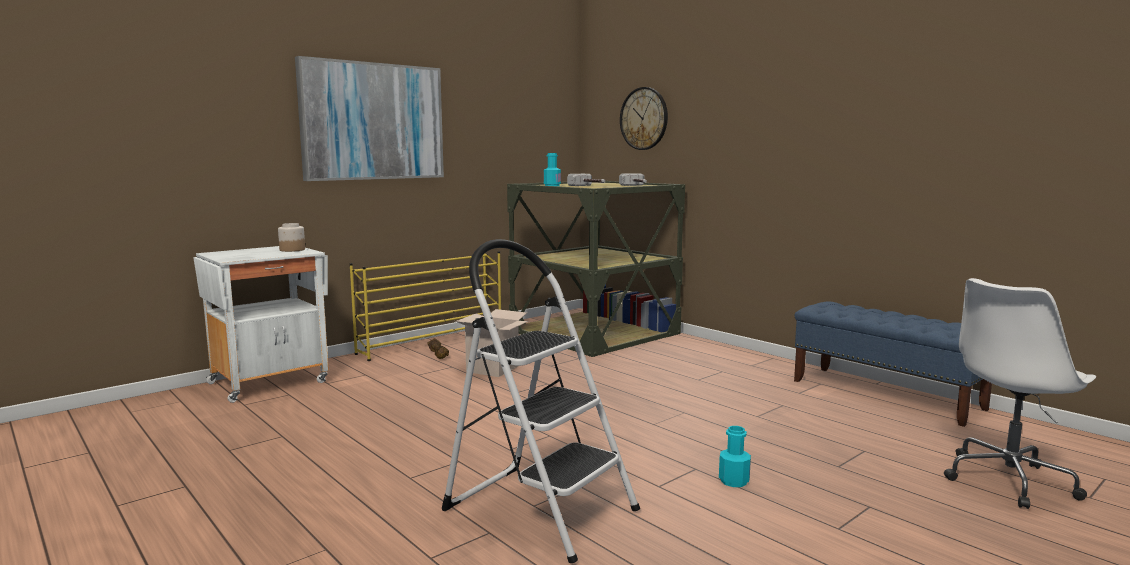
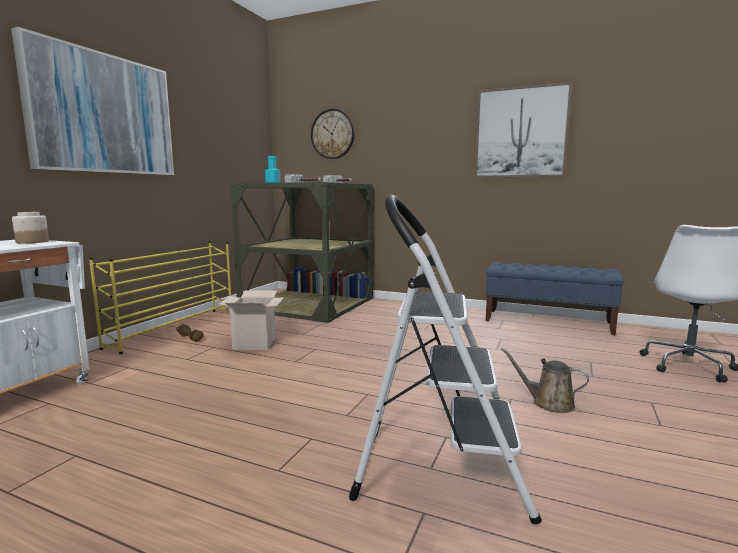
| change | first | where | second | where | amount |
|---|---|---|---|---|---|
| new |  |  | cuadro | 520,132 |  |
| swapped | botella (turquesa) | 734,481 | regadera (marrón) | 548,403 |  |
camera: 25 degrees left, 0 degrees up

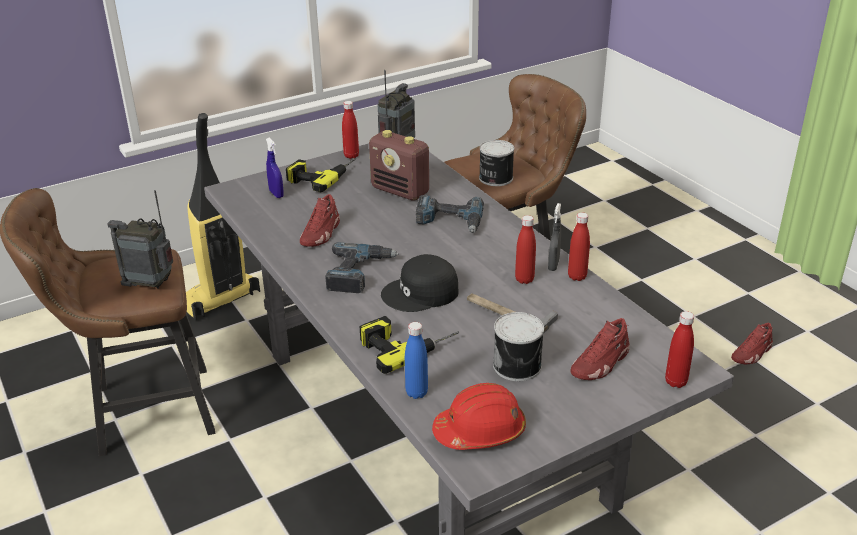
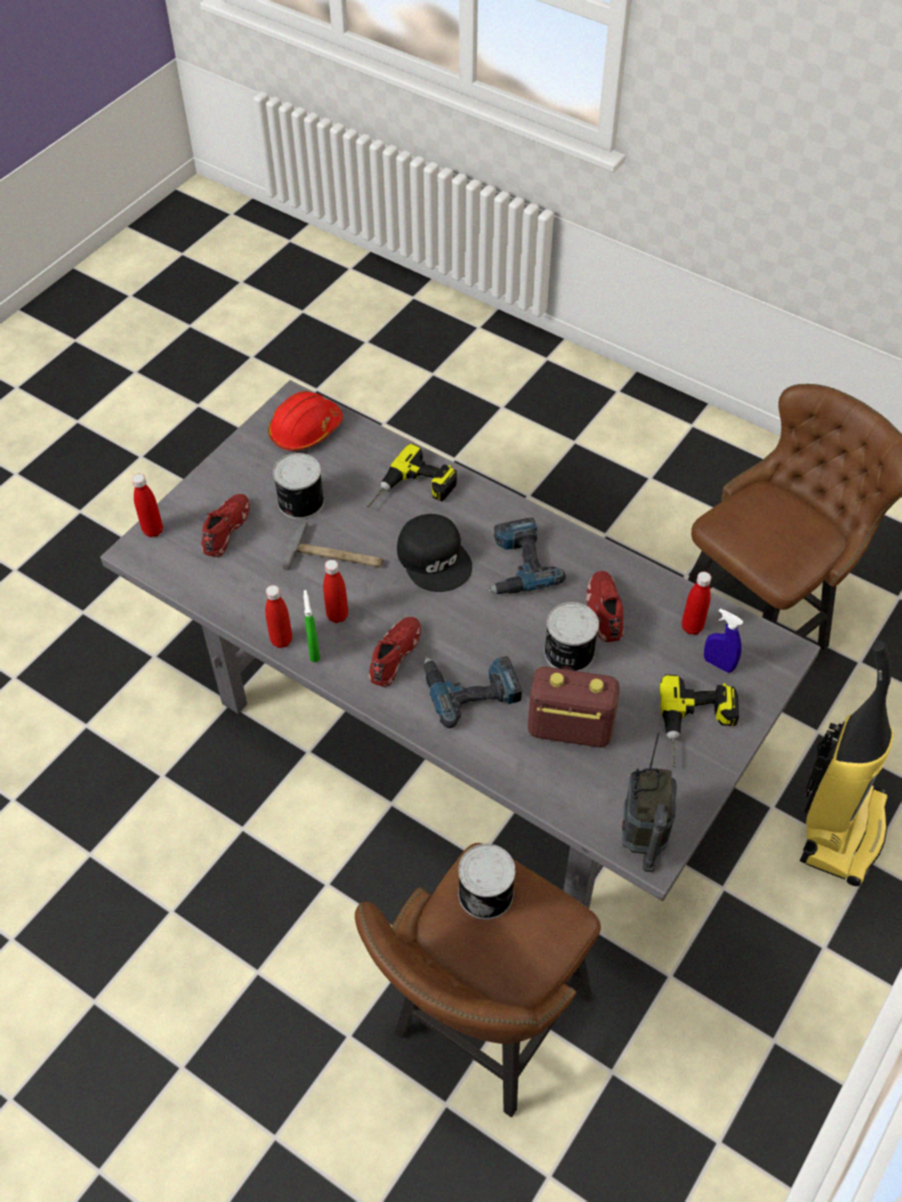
| change | first | where | second | where | amount |
|---|---|---|---|---|---|
| repainted | pulverizador (gris) | 553,265 | pulverizador (verde) | 314,650 |  |
| shifted | zapato (rojo) | 752,353 |  | 394,654 |  |
| rotated | gorra (negro) | 421,293 |  | 435,558 | 105 degrees clockwise |
| new |  |  | lata | 568,653 |  |
| shifted | botella (rojo) | 351,156 |  | 692,627 |  |
| gone | radio | 151,284 |  |  |  |
| gone | botella (azul) | 416,393 |  |  |  |
camera: 155 degrees right, 20 degrees up

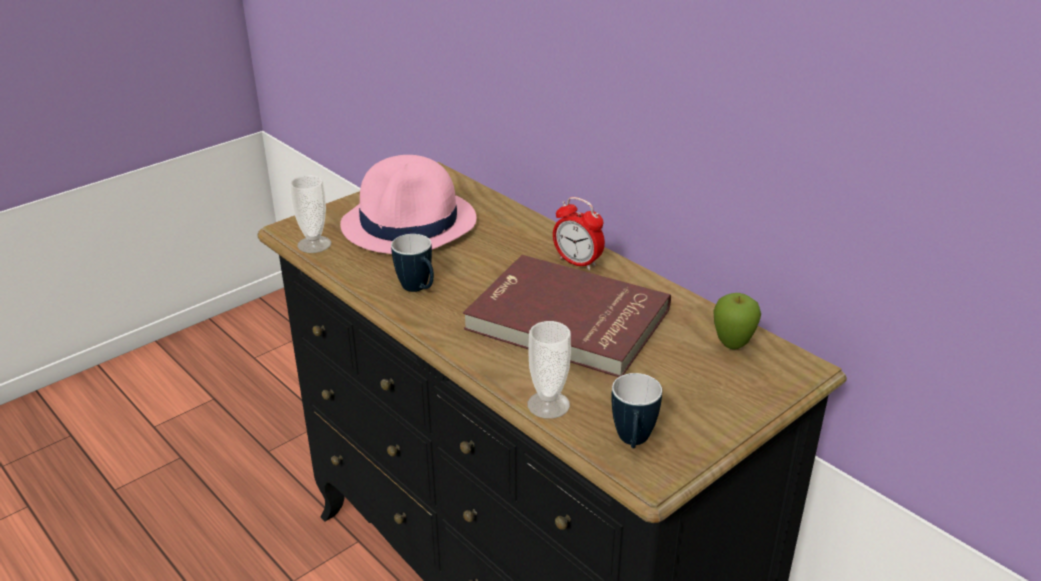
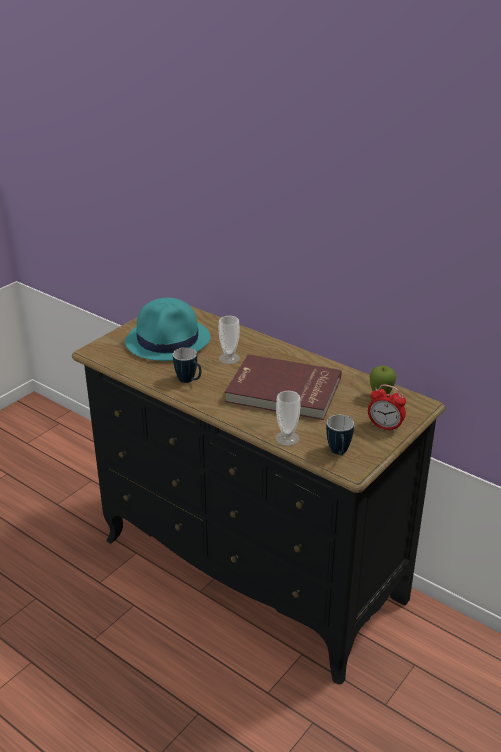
| change | first | where | second | where | amount |
|---|---|---|---|---|---|
| repainted | sombrero (rosa) | 410,223 | sombrero (turquesa) | 168,340 |  |
| shifted | taza | 314,244 |  | 229,358 |  |
| shifted | despertador | 577,262 |  | 385,427 |  |
camera: 10 degrees left, 0 degrees up

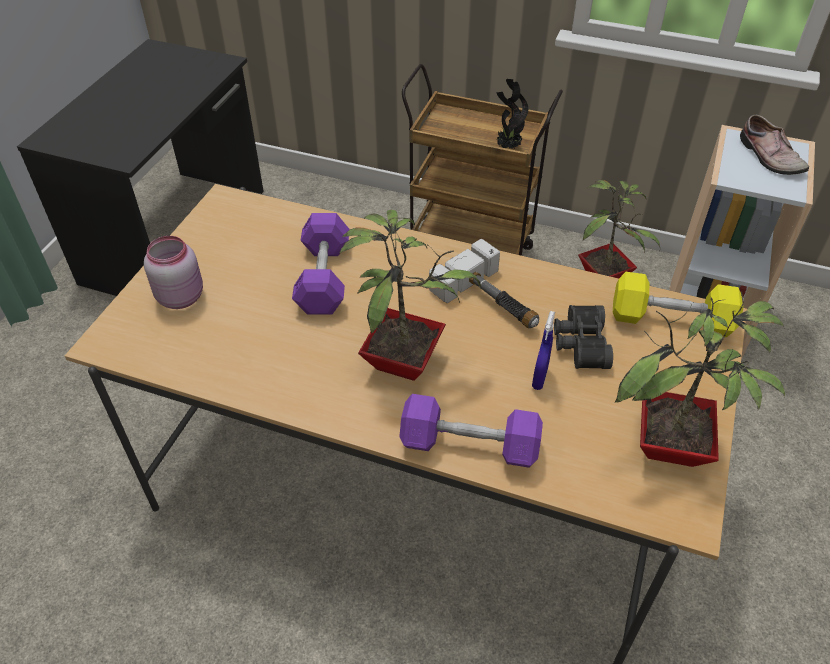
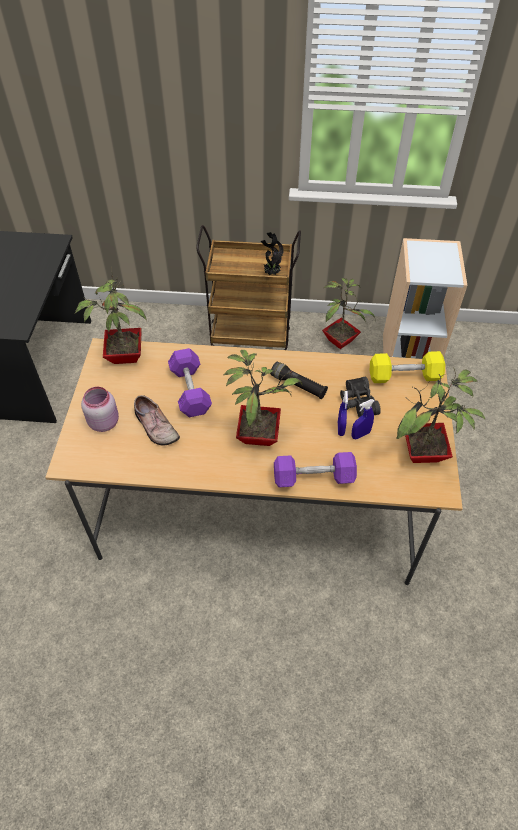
| change | first | where | second | where | amount |
|---|---|---|---|---|---|
| new |  |  | planta en maceta | 123,356 |  |
| shifted | zapato | 768,157 |  | 154,427 |  |
| swapped | martillo | 491,301 | linterna (negro) | 298,385 |  |
| new |  |  | pulverizador (azul) | 360,434 |  |
camera: 15 degrees left, 5 degrees up

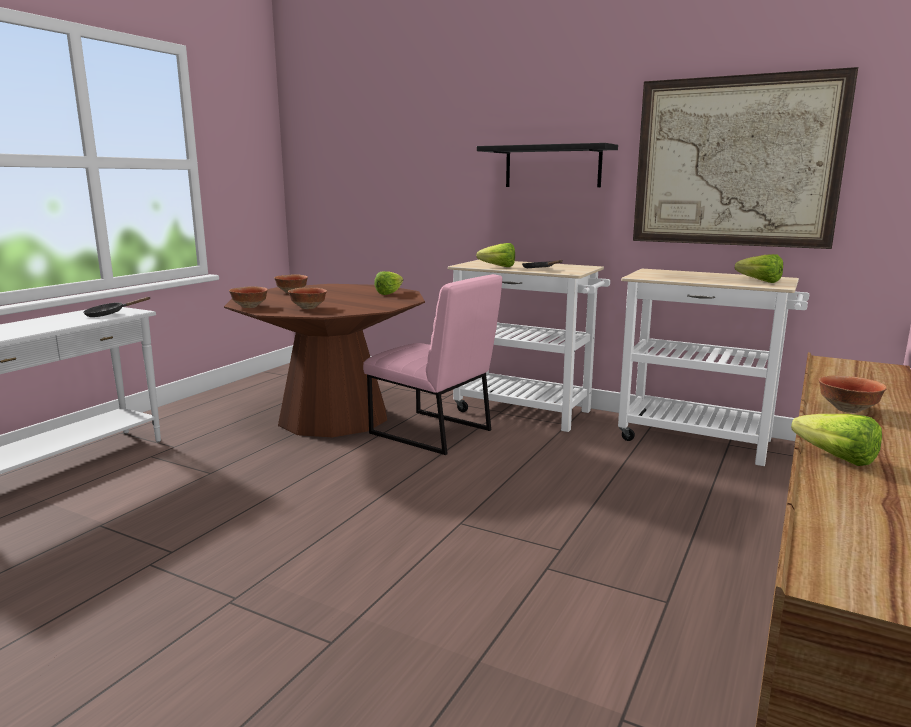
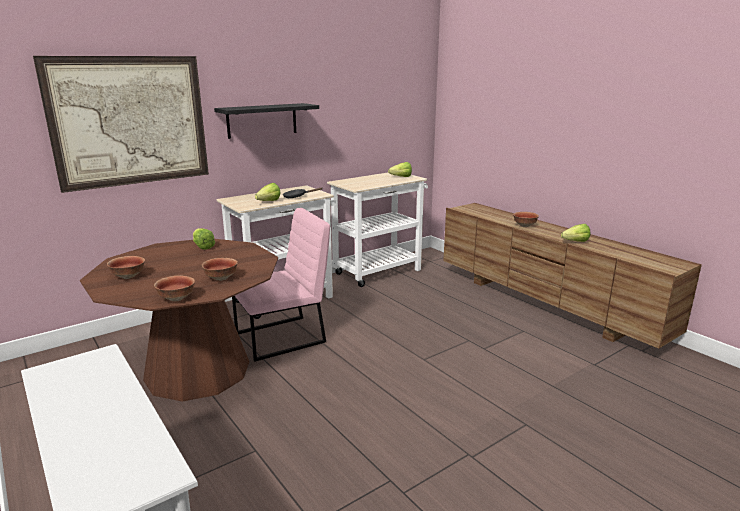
| change | first | where | second | where | amount |
|---|---|---|---|---|---|
| shifted | cuadro | 735,162 |  | 130,121 |  |
| gone | sartén (negro) | 109,314 |  |  |  |
camera: 65 degrees left, 5 degrees up

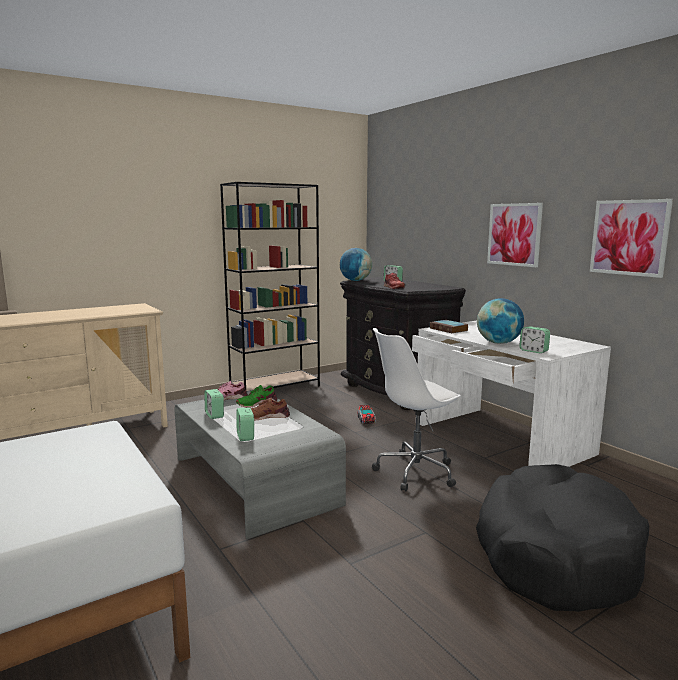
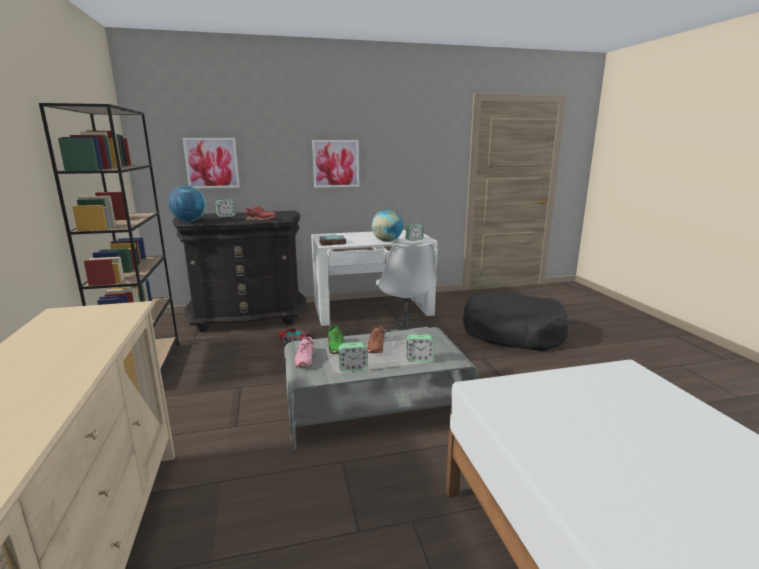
| change | first | where | second | where | amount |
|---|---|---|---|---|---|
| shifted | cuadro | 629,237 |  | 212,163 |  |
camera: 70 degrees left, 5 degrees up

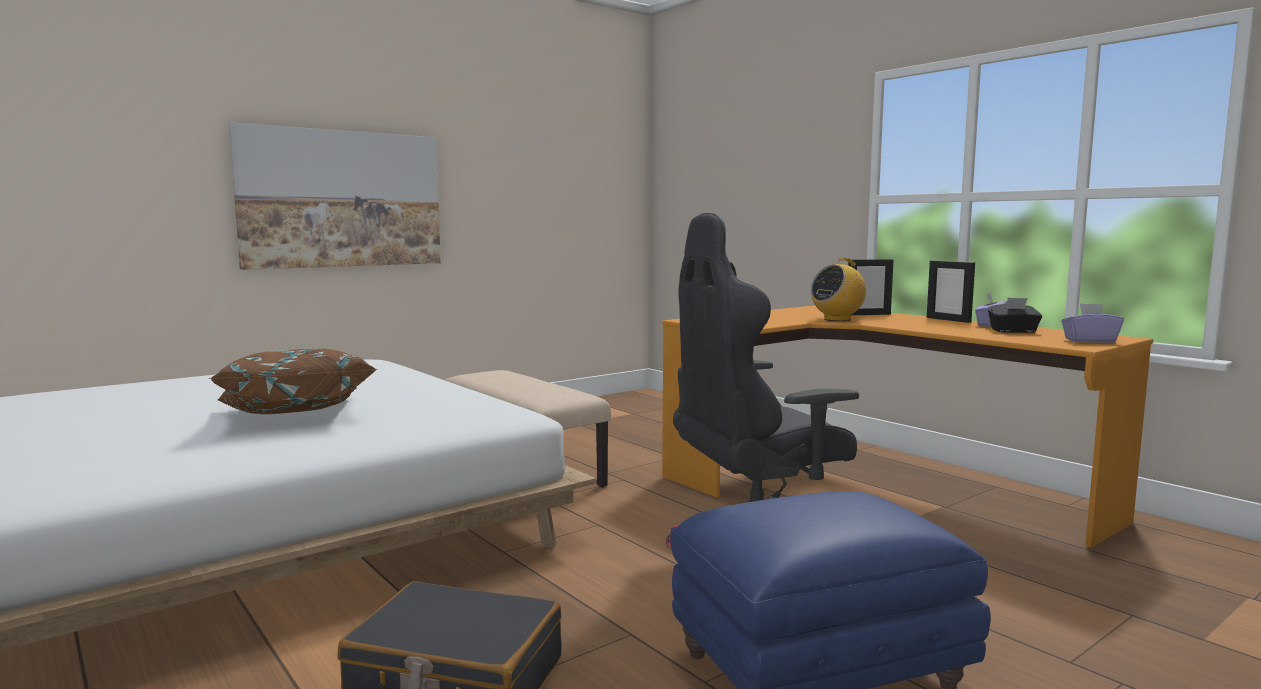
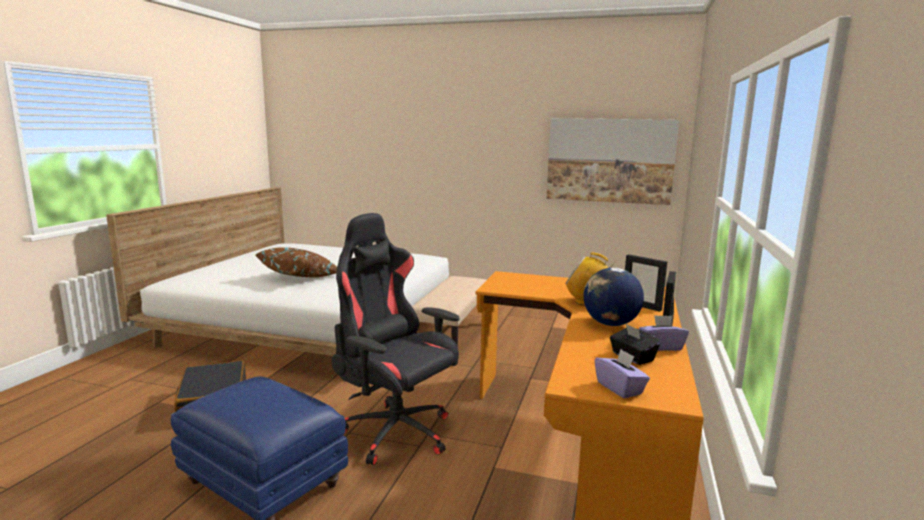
| change | first | where | second | where | amount |
|---|---|---|---|---|---|
| shifted | cuadro | 342,199 |  | 609,160 |  |
| new |  |  | globo terráqueo | 610,324 |  |
camera: 55 degrees right, 5 degrees up

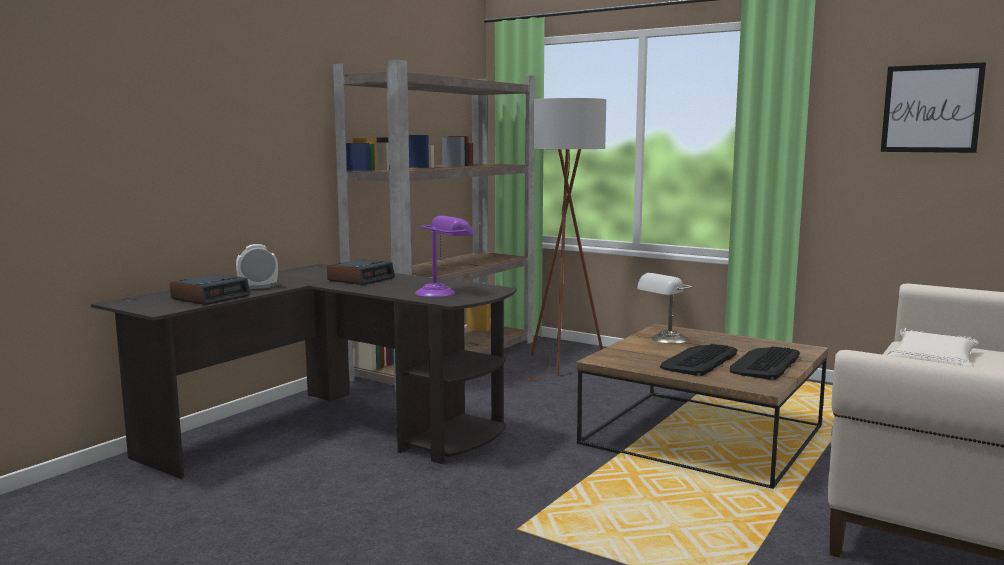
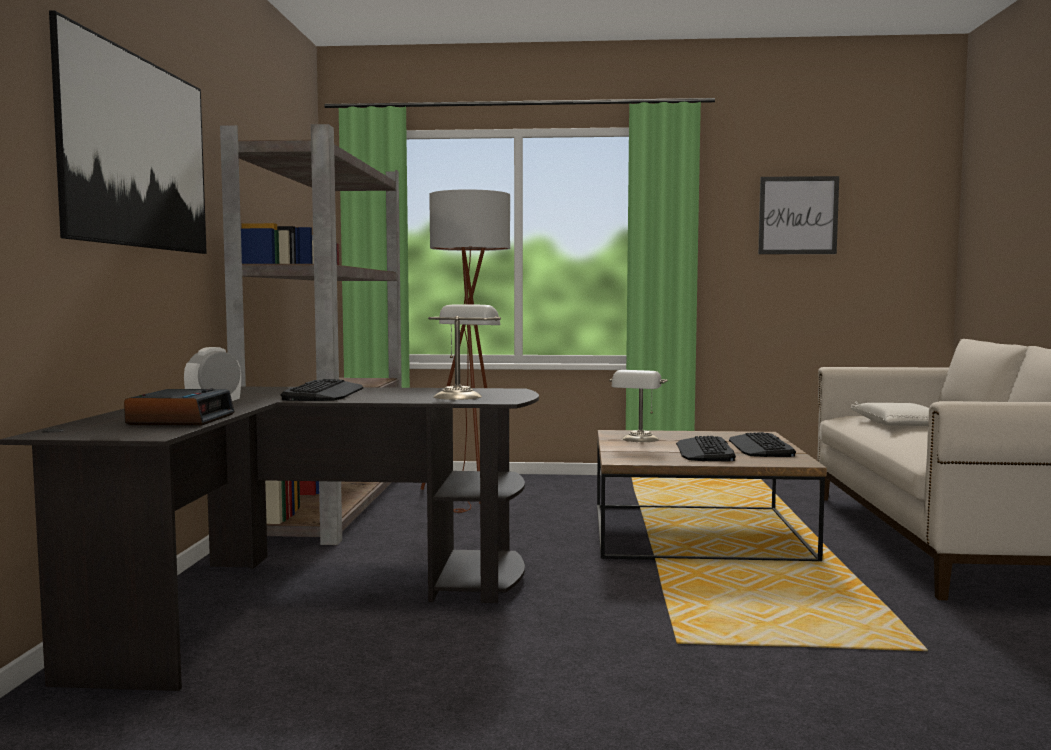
| change | first | where | second | where | amount |
|---|---|---|---|---|---|
| new |  |  | cuadro | 138,152 |  |
| swapped | despertador | 361,279 | teclado | 324,393 |  |
| repainted | lámpara de mesa (morado) | 442,291 | lámpara de mesa (blanco) | 462,395 |  |
camera: 30 degrees left, 5 degrees down

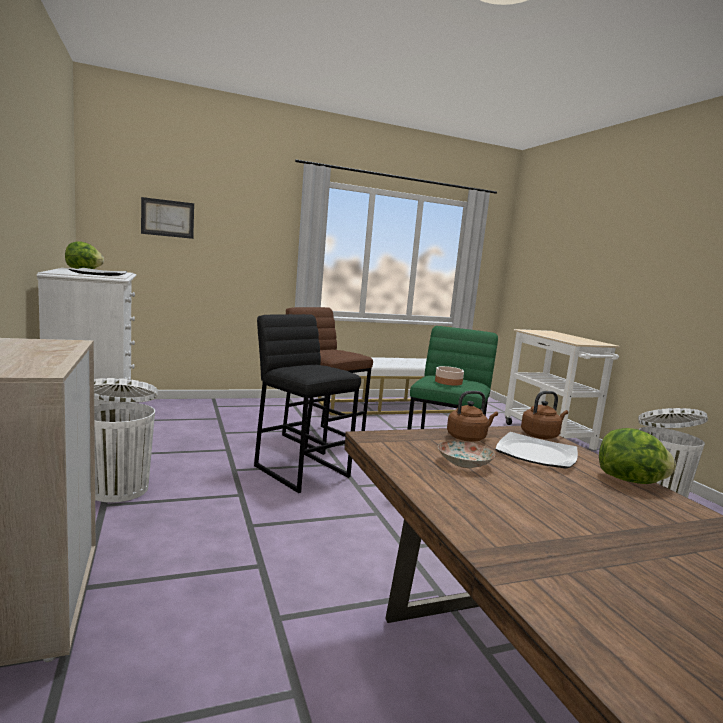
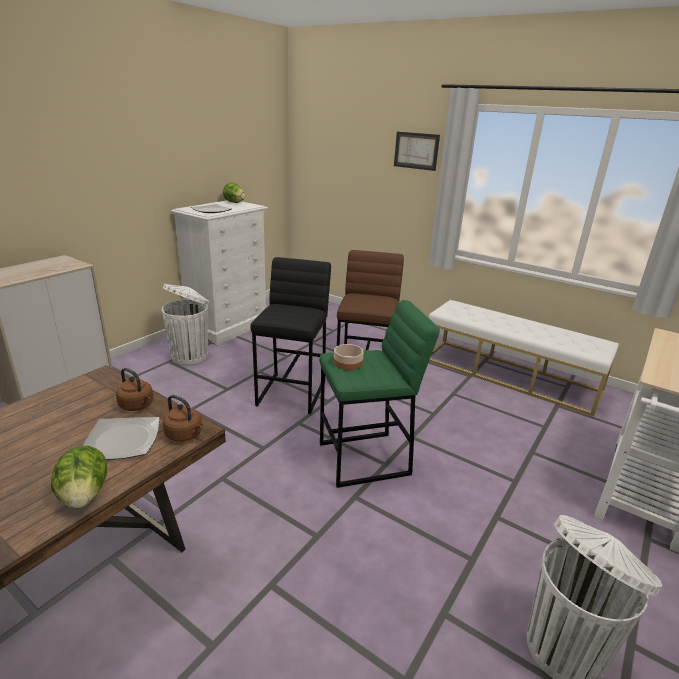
| change | first | where | second | where | amount |
|---|---|---|---|---|---|
| shifted | cuadro | 167,218 |  | 416,151 |  |
| gone | plato | 464,463 |  |  |  |
camera: 55 degrees right, 15 degrees up

